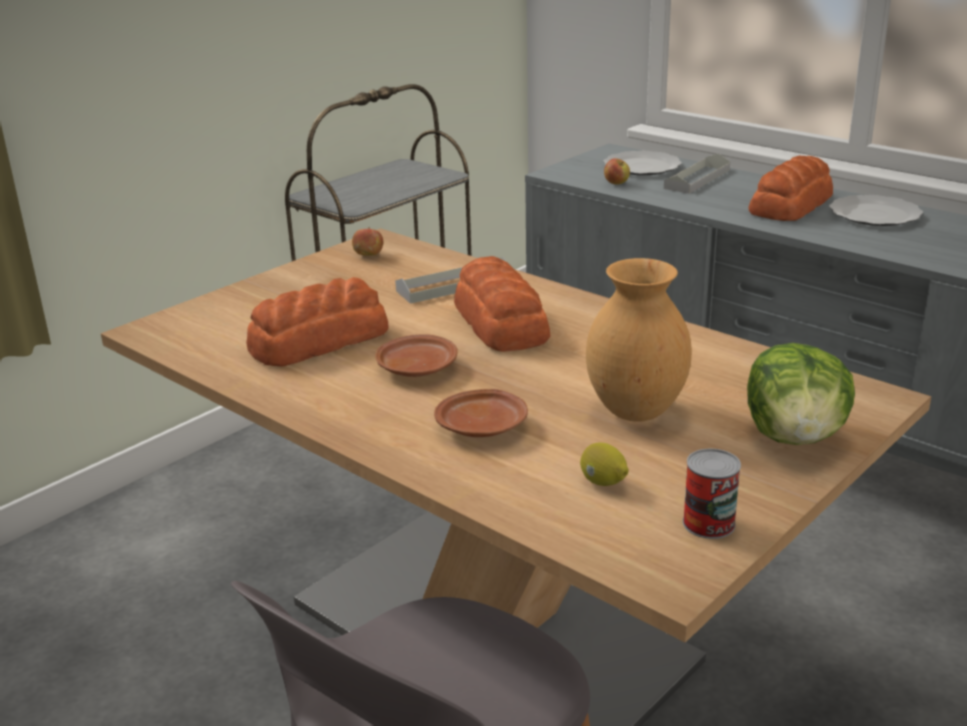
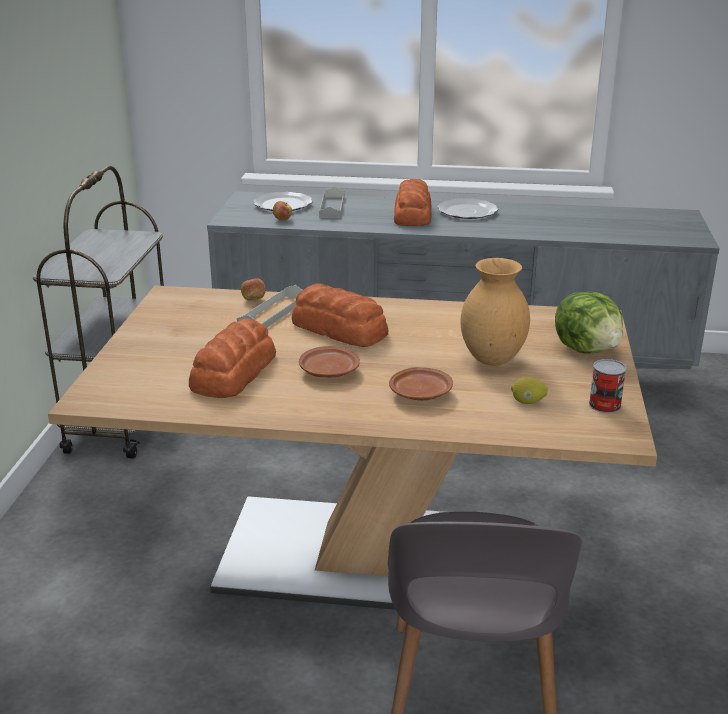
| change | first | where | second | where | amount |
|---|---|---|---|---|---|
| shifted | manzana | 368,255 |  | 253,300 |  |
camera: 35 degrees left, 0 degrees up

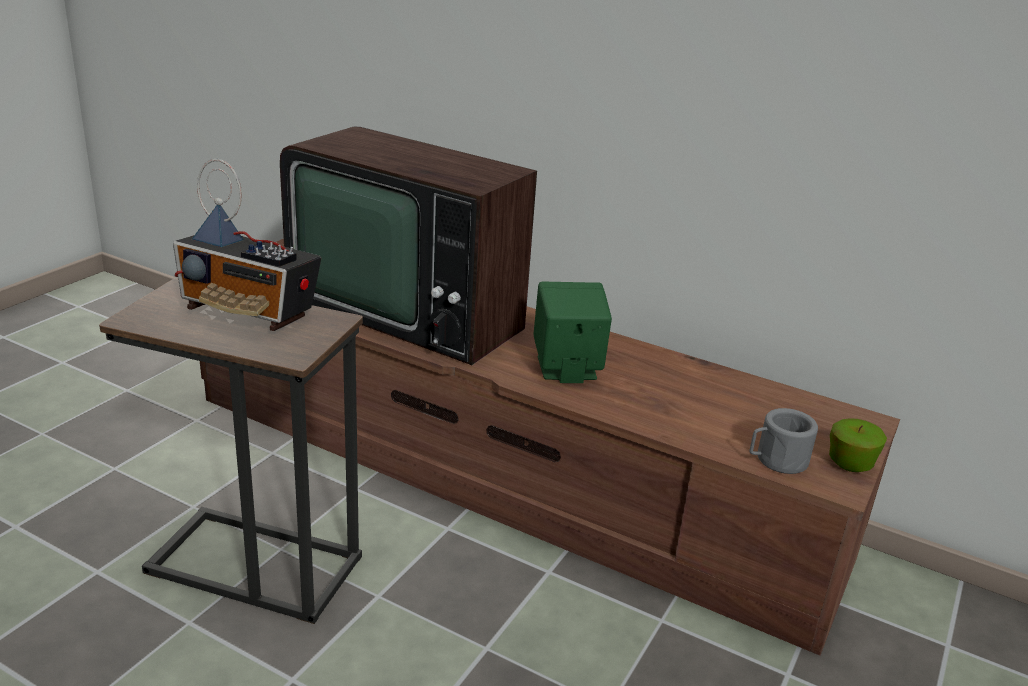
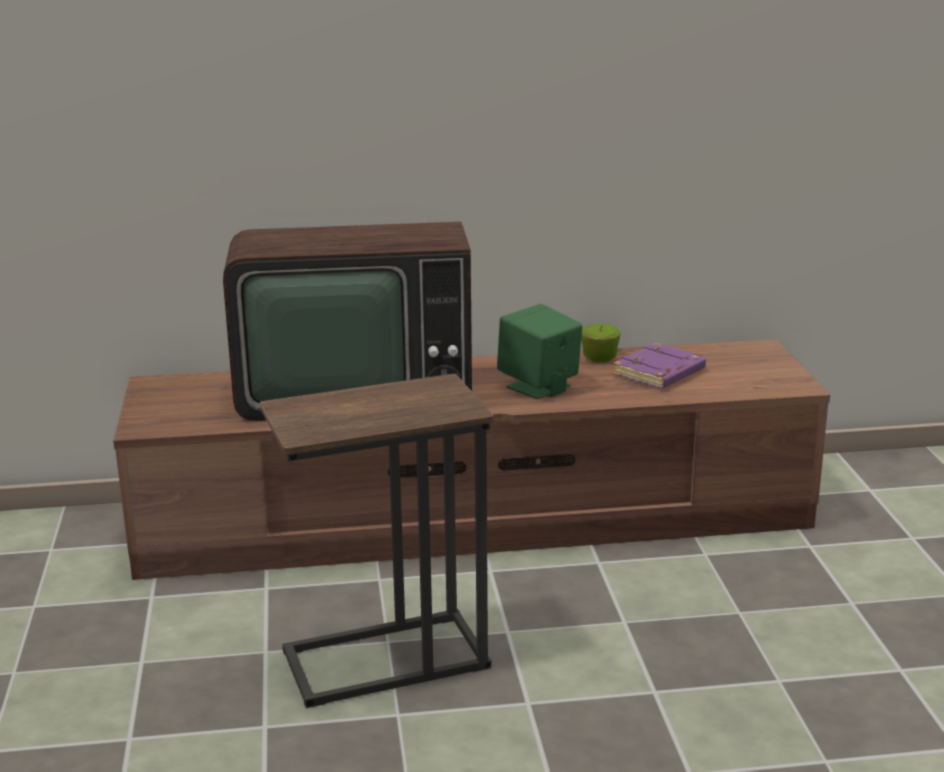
| change | first | where | second | where | amount |
|---|---|---|---|---|---|
| shifted | manzana | 850,464 |  | 600,358 |  |
| new |  |  | libro (morado) | 660,374 |  |
| gone | radio | 250,313 |  |  |  |
| gone | taza grande (gris) | 776,460 |  |  |  |
camera: 35 degrees left, 5 degrees down

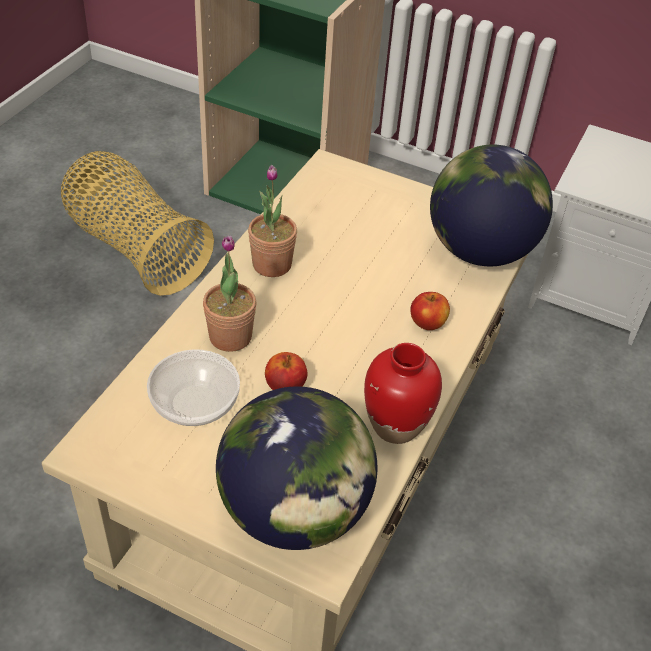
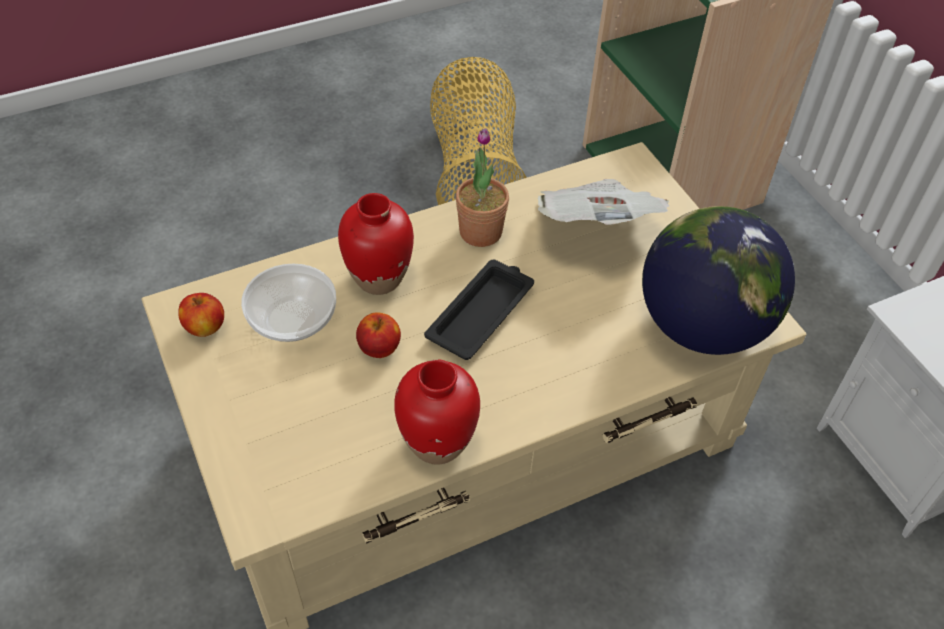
| change | first | where | second | where | amount |
|---|---|---|---|---|---|
| shifted | manzana | 427,323 |  | 205,327 |  |
| swapped | planta en maceta | 230,336 | florero (rojo) | 378,278 |  |
| new |  |  | bandeja (negro) | 481,313 |  |
| new |  |  | periódico | 597,226 |  |
| gone | globo terráqueo | 294,512 |  |  |  |
camera: 40 degrees right, 5 degrees up

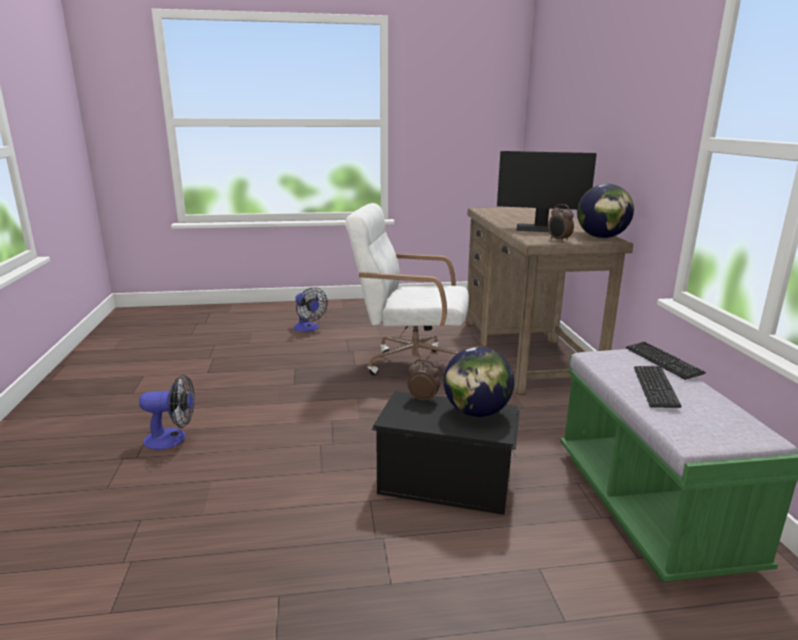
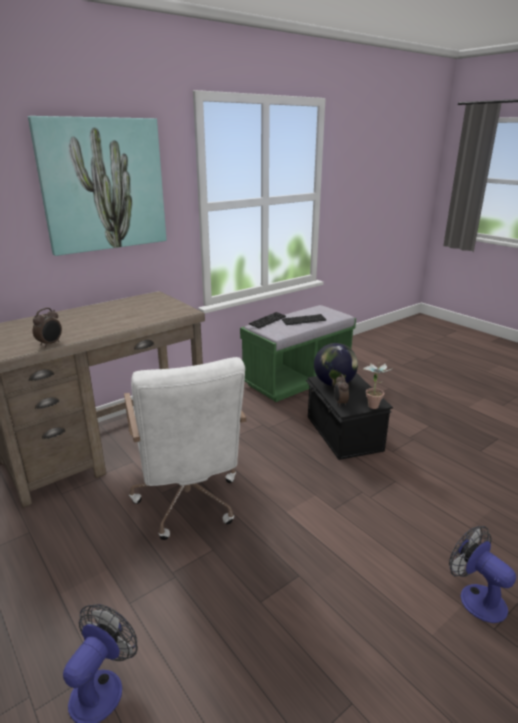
| change | first | where | second | where | amount |
|---|---|---|---|---|---|
| new |  |  | cuadro | 103,185 |  |
| shifted | despertador | 558,240 |  | 50,344 |  |
| new |  |  | planta en maceta | 374,404 |  |
| gone | monitor | 541,228 |  |  |  |
| gone | globo terráqueo | 601,237 |  |  |  |
camera: 120 degrees left, 5 degrees up

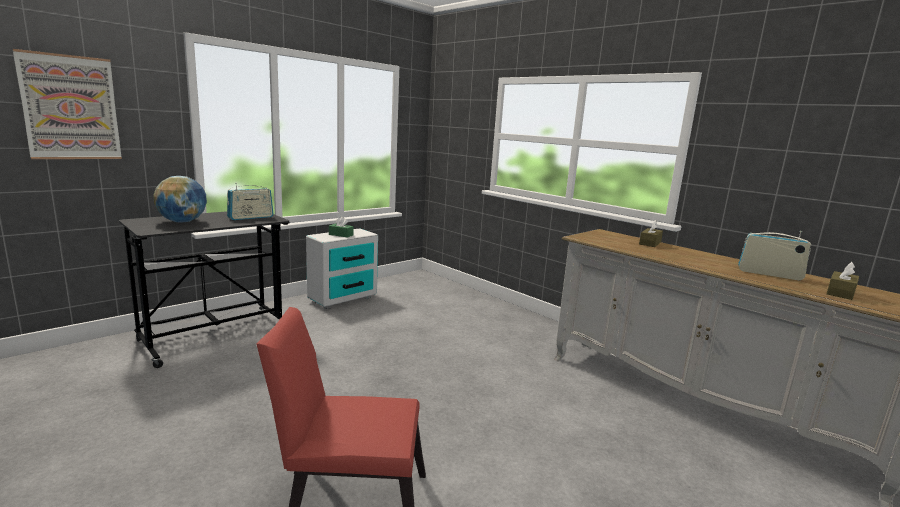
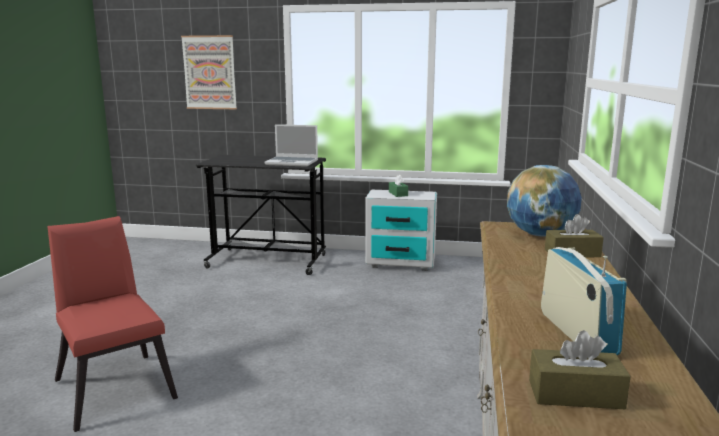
| change | first | where | second | where | amount |
|---|---|---|---|---|---|
| swapped | radio | 251,217 | portátil | 292,162 |  |
| shifted | globo terráqueo | 183,222 |  | 540,235 |  |
camera: 55 degrees right, 0 degrees up

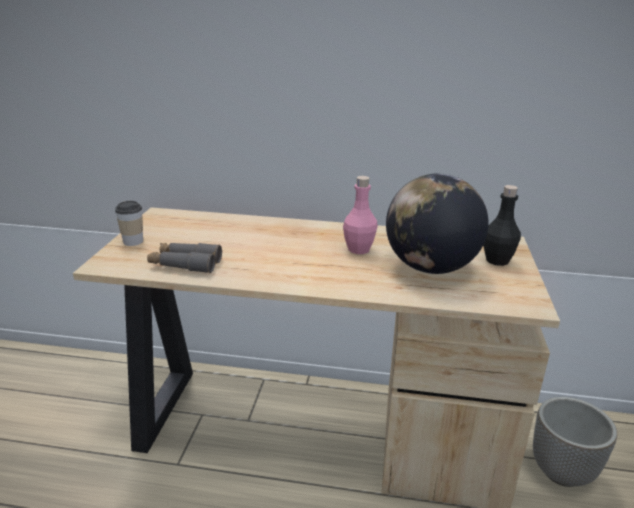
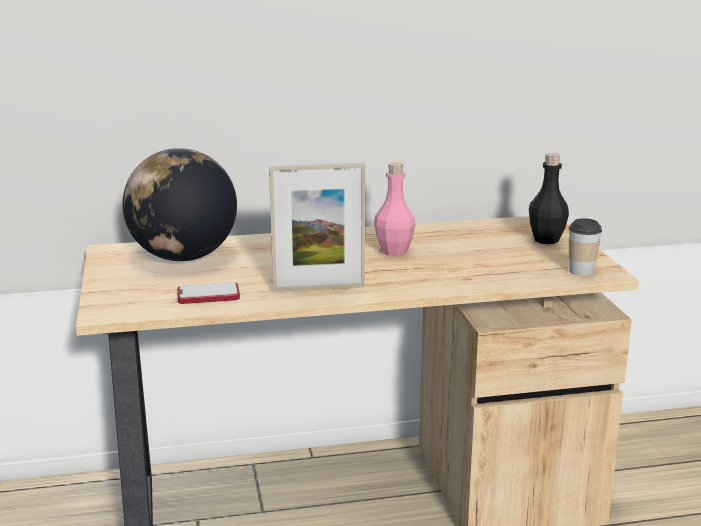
| change | first | where | second | where | amount |
|---|---|---|---|---|---|
| shifted | globo terráqueo | 430,268 |  | 183,257 |  |
| swapped | prismáticos (gris) | 185,264 | móvil | 208,295 |  |
| new |  |  | portarretratos | 319,288 |  |
| shifted | taza | 133,241 |  | 581,271 |  |
| gone | maceta | 562,472 |  |  |  |
camera: 20 degrees left, 5 degrees down

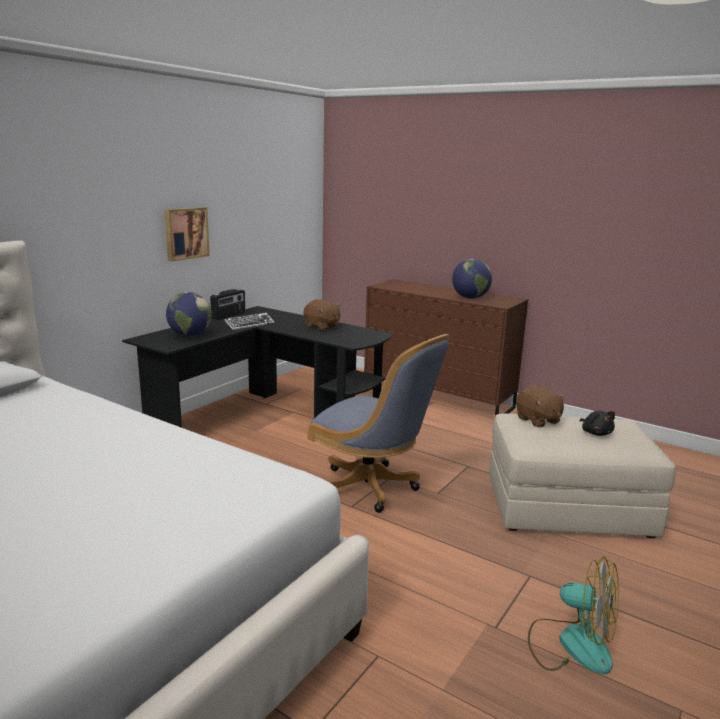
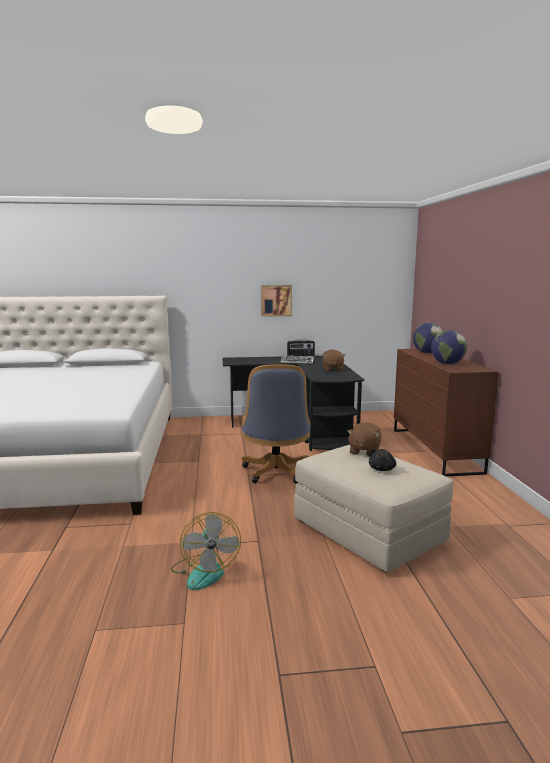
| change | first | where | second | where | amount |
|---|---|---|---|---|---|
| shifted | globo terráqueo | 190,335 |  | 427,353 |  |
camera: 50 degrees right, 5 degrees down

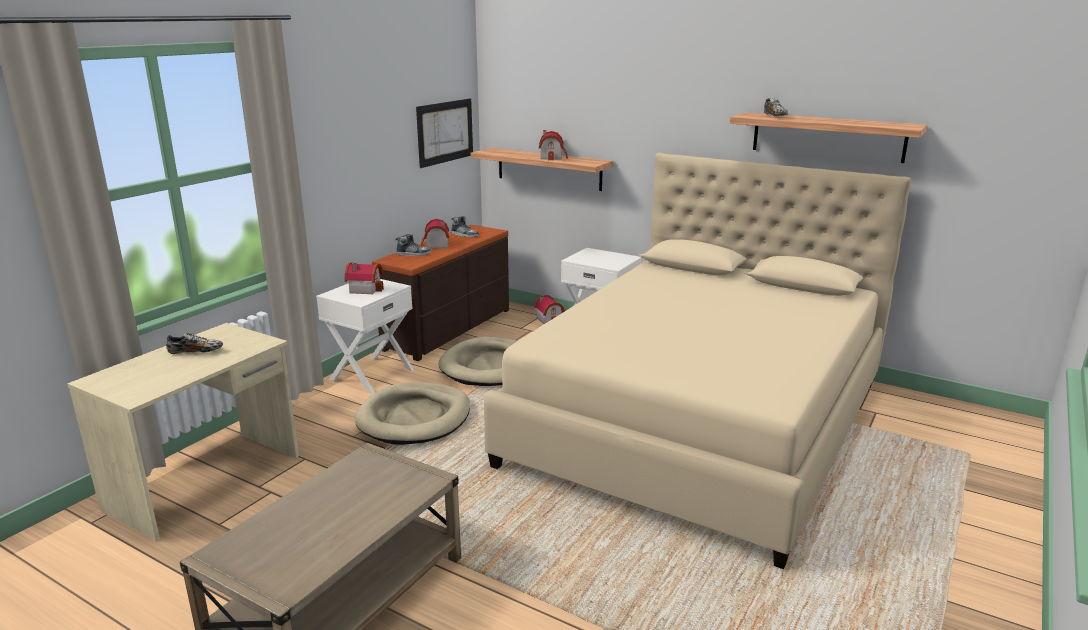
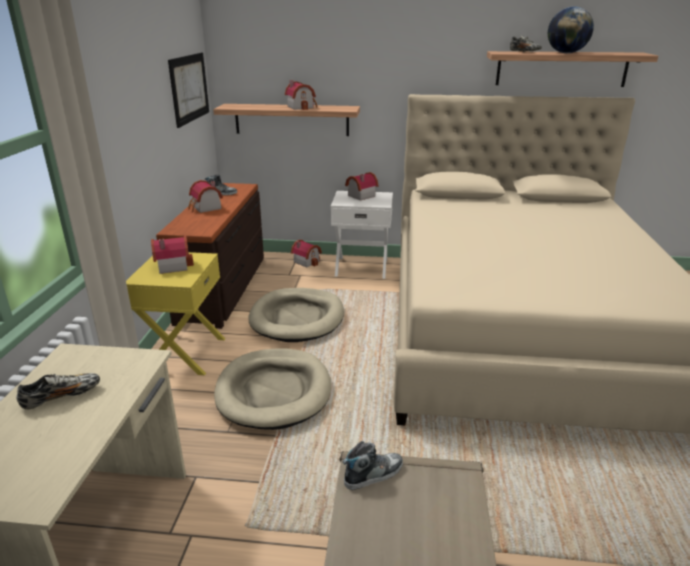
| change | first | where | second | where | amount |
|---|---|---|---|---|---|
| repainted | mesita de noche (blanco) | 371,374 | mesita de noche (amarillo) | 184,354 |  |
| shifted | zapato | 413,254 |  | 373,474 |  |
| new |  |  | casita | 359,196 |  |
| new |  |  | globo terráqueo | 566,53 |  |
camera: 25 degrees left, 5 degrees up

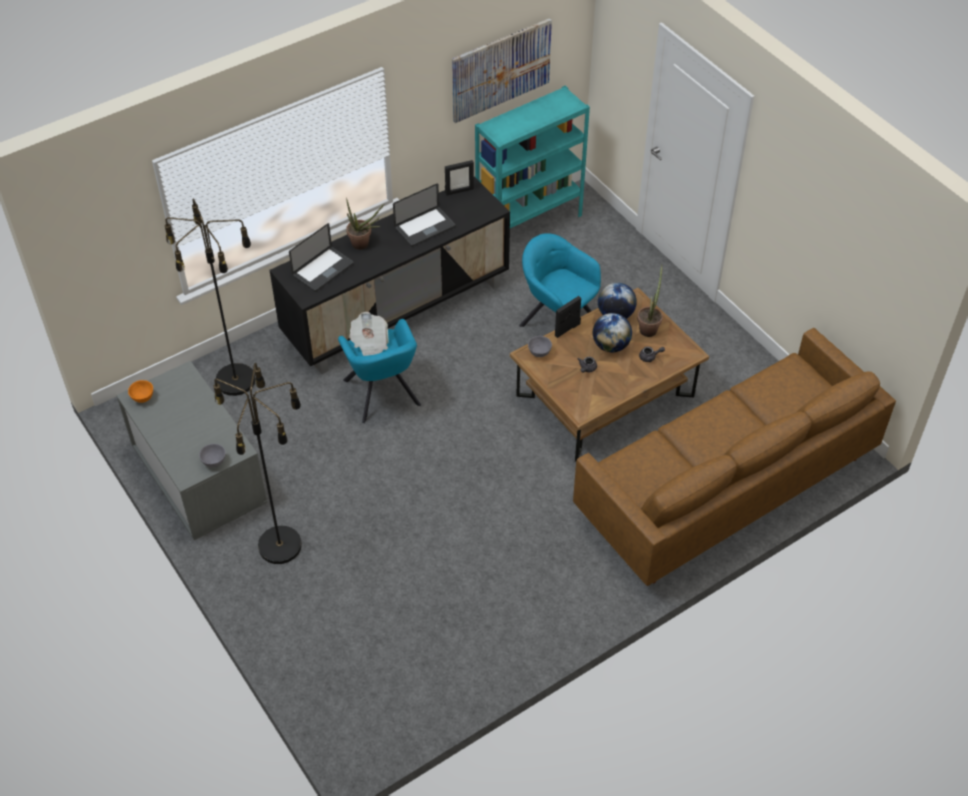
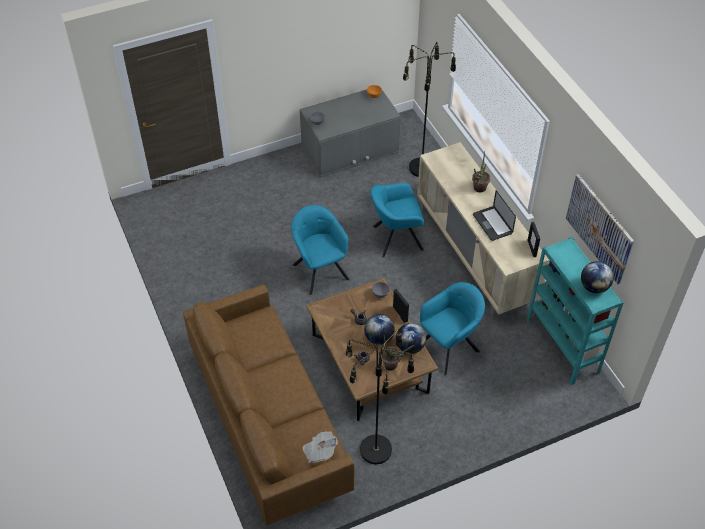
| change | first | where | second | where | amount |
|---|---|---|---|---|---|
| new |  |  | sillón (turquesa) | 319,270 |  |
| shifted | periódico | 370,343 |  | 319,451 |  |
| shifted | lámpara de pie | 281,546 |  | 375,450 |  |
| repainted | mueble de televisión (negro) | 397,309 | mueble de televisión (beis) | 475,254 |  |
| new |  |  | globo terráqueo | 594,287 |  |
| gone | portátil | 323,270 |  |  |  |
camera: 100 degrees right, 0 degrees up

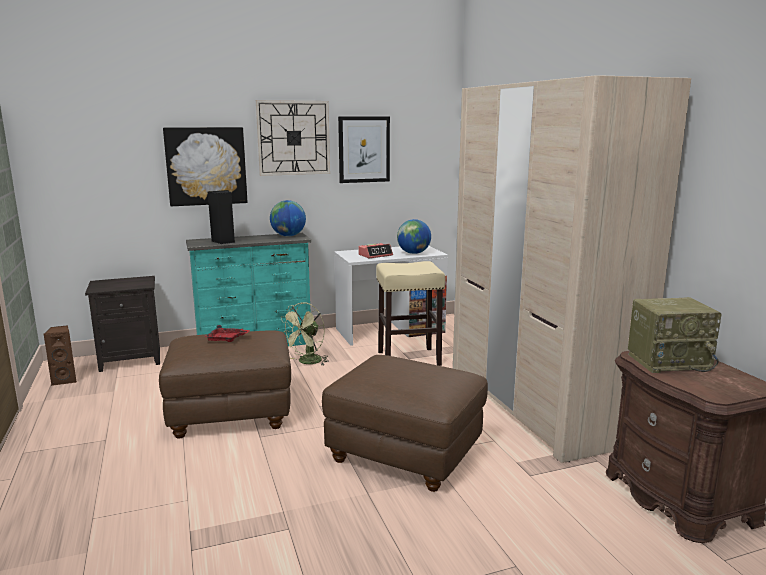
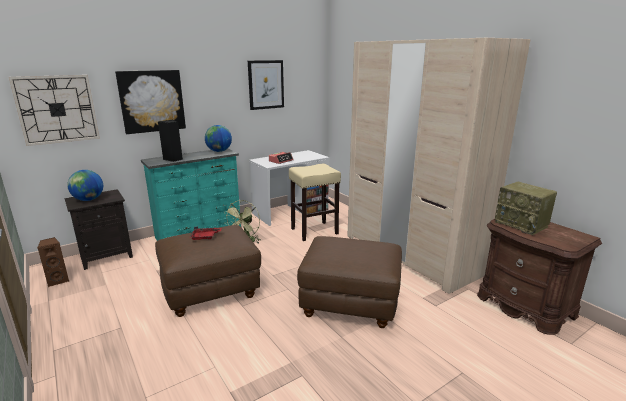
| change | first | where | second | where | amount |
|---|---|---|---|---|---|
| shifted | reloj de pared | 293,138 |  | 57,109 |  |
| shifted | globo terráqueo | 413,253 |  | 88,200 |  |
| rotated | radio | 669,361 |  | 522,224 | 75 degrees clockwise |
camera: 15 degrees left, 5 degrees up

